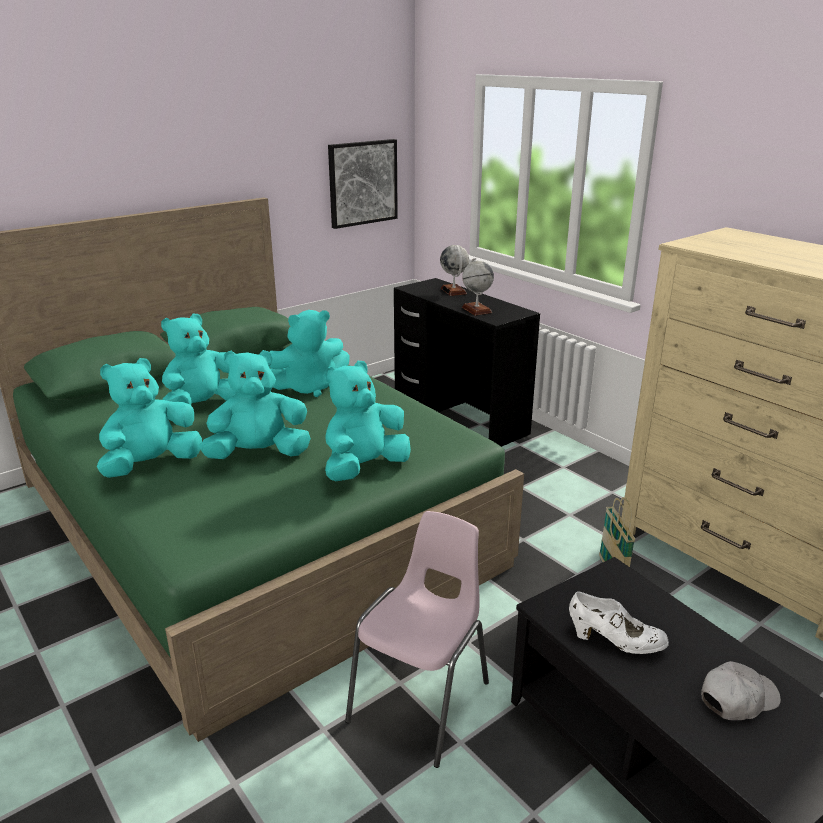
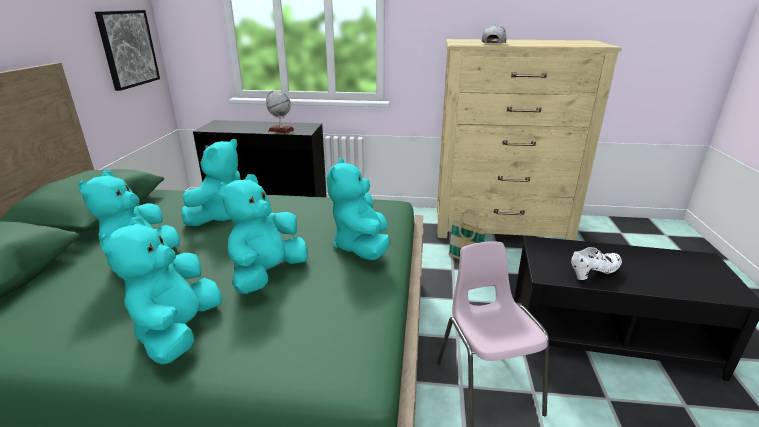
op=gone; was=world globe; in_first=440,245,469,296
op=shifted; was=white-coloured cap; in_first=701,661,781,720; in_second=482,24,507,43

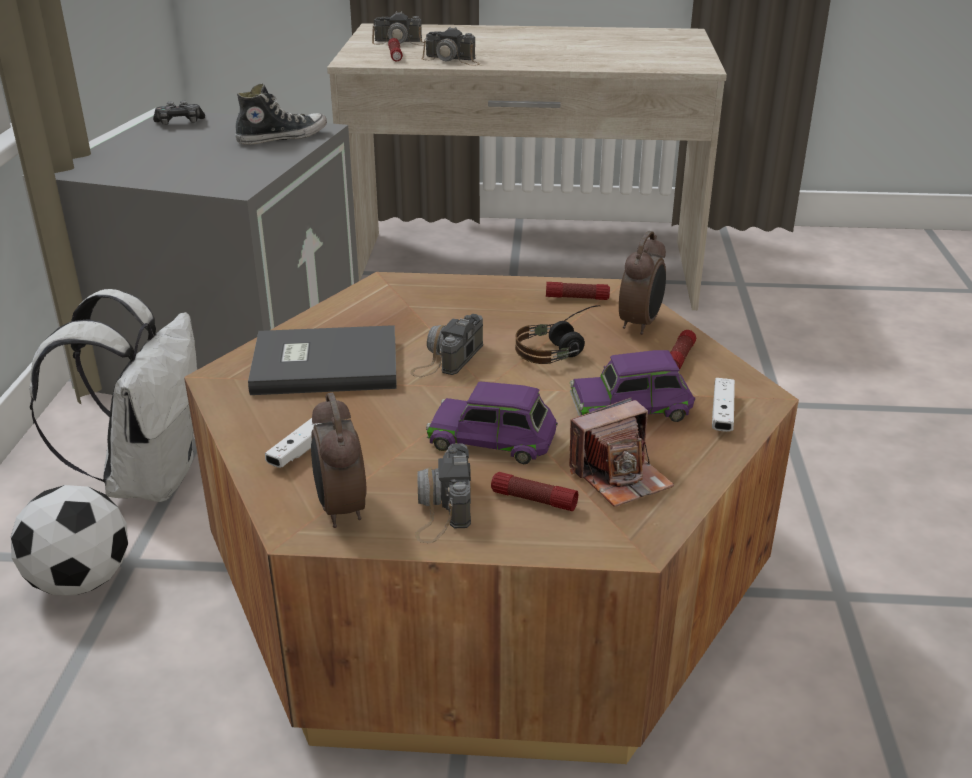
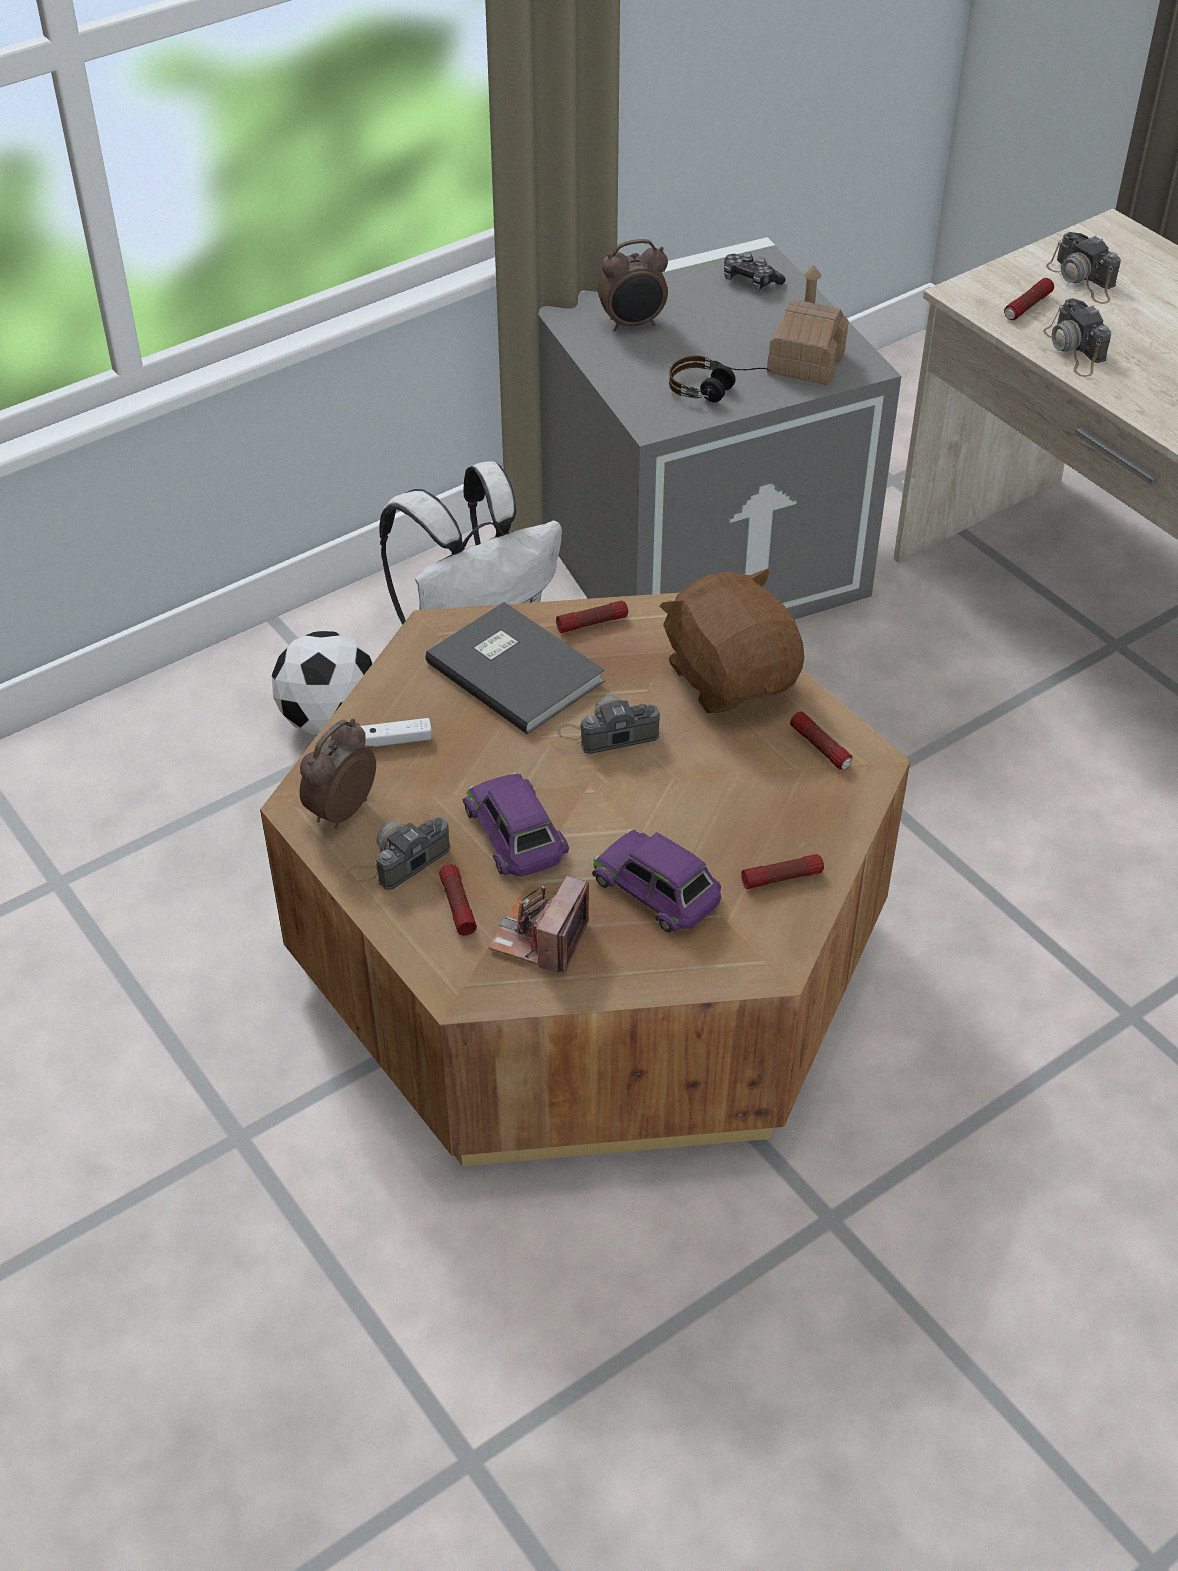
op=gone; was=white-coloured game controller; in_first=712,378,735,432
op=new; now=hand torch; in_second=556,600,628,633
op=new; now=brown plush toy; in_second=660,568,804,713
op=shifted; was=headphones; in_first=515,305,601,364; in_second=669,355,772,402
op=shifted; was=table clock; in_first=619,231,666,335; in_second=598,239,668,332
op=swapped; was=shoe; now=model house; in_first=235,83,327,144; in_second=767,265,849,385
op=rotated; was=still camera; in_first=569,398,674,507; in_second=489,875,589,974; clockwise=90

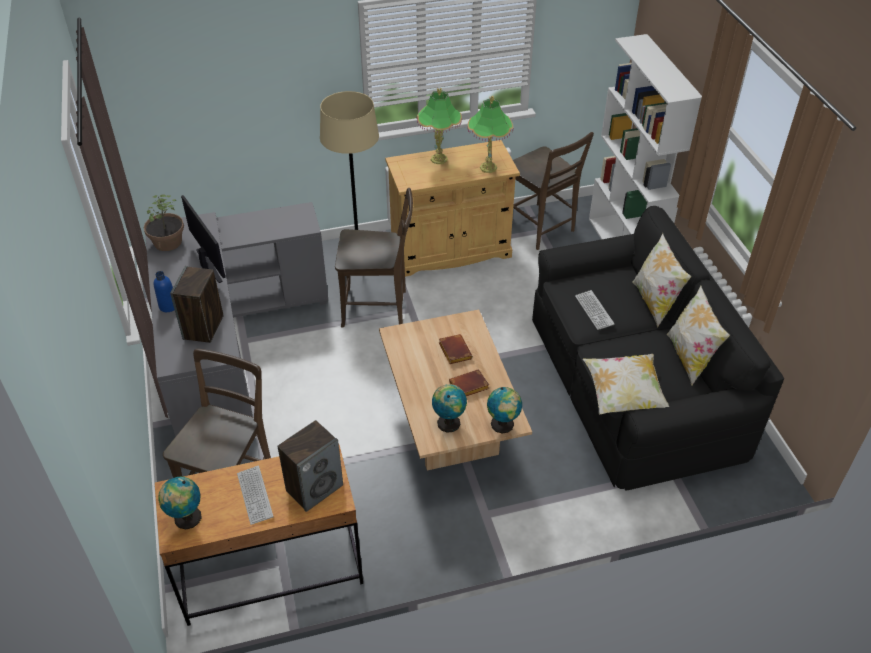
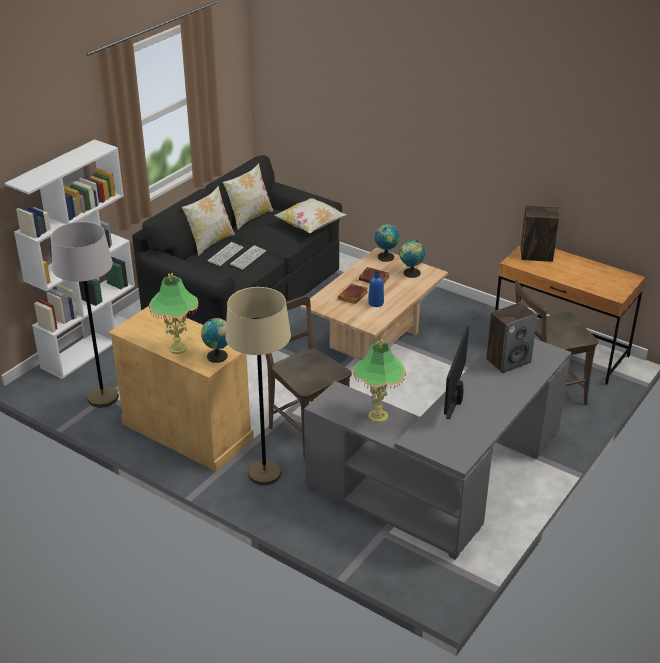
op=gone; was=plant in a pot; in_first=144,194,184,251
op=shifted; was=blue beverage bottle; in_first=154,271,175,312; in_second=368,271,384,307
op=shifted; was=world globe; in_first=158,477,202,529; in_second=201,318,228,363
op=shifted; was=PC keyboard; in_first=237,465,274,525; in_second=208,242,243,266
op=shifted; was=tabletop lamp; in_first=467,96,513,173; in_second=353,340,406,423
op=swapped; was=brown plain chair; now=gray floor lamp; in_first=513,132,594,250; in_second=51,221,119,408

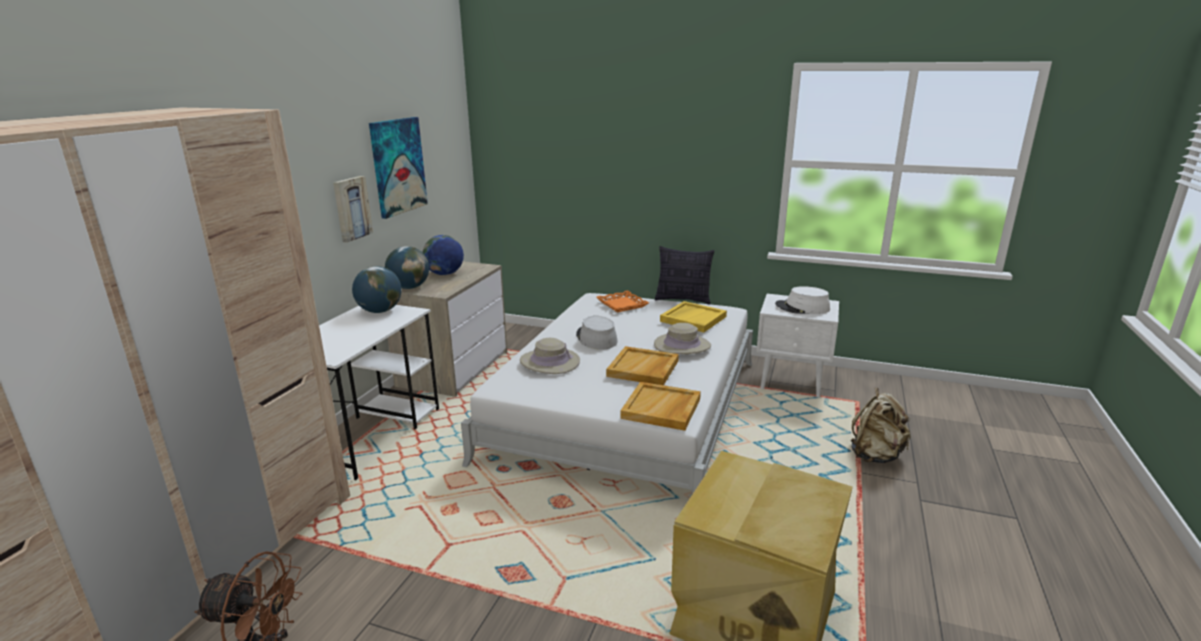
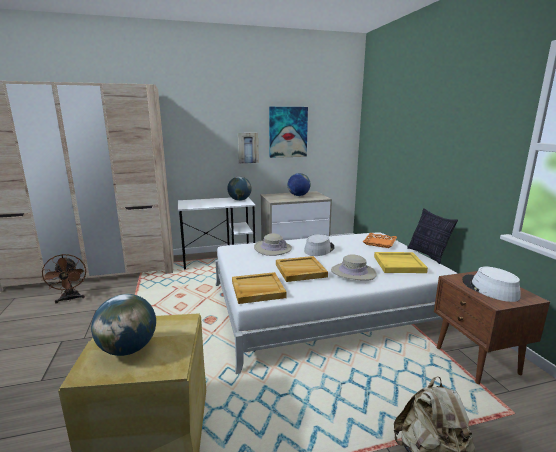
op=shifted; was=world globe; in_first=385,246,429,289; in_second=91,294,156,356
op=repainted; was=white-coloured bedside table; now=brown bedside table; in_first=756,294,839,397; in_second=434,271,550,384

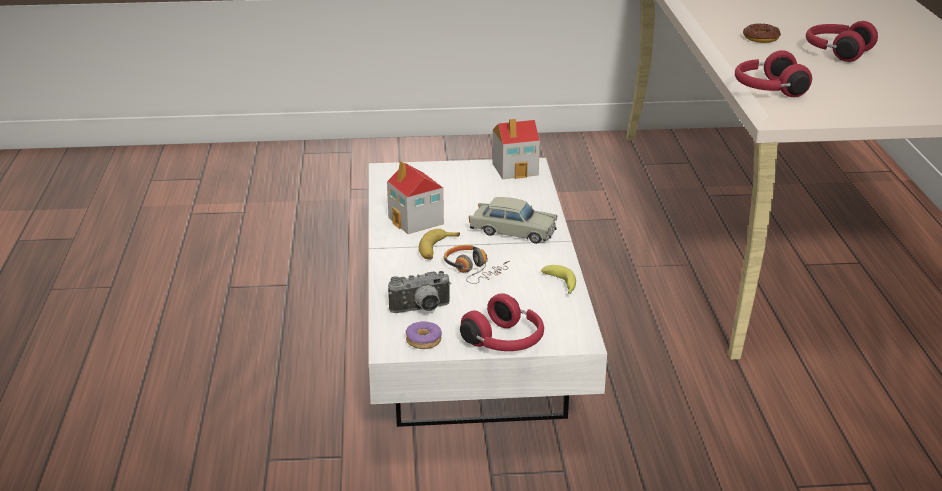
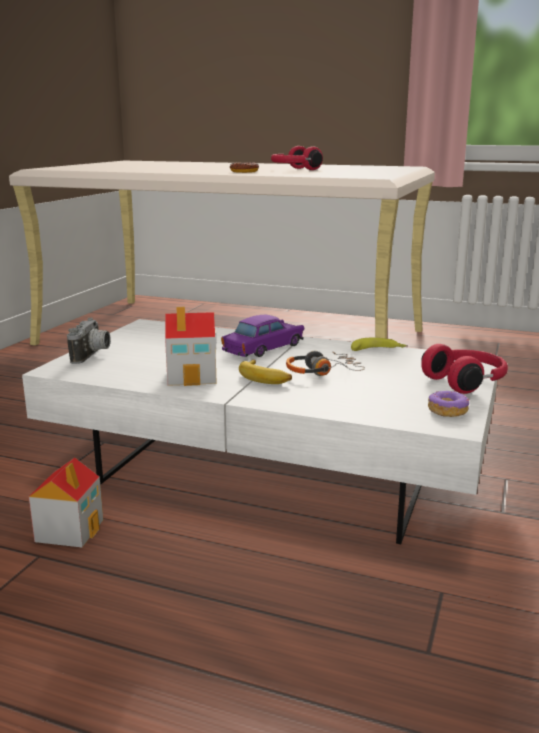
op=gone; was=reddish headphones; in_first=735,50,812,97
op=shifted; was=still camera; in_first=388,271,451,313; in_second=67,318,111,364
op=shifted; was=model house; in_first=492,119,540,179; in_second=29,458,103,548
op=repainted; was=beige-coloured miniature car; now=purplish miniature car; in_first=469,197,557,244; in_second=221,315,305,357

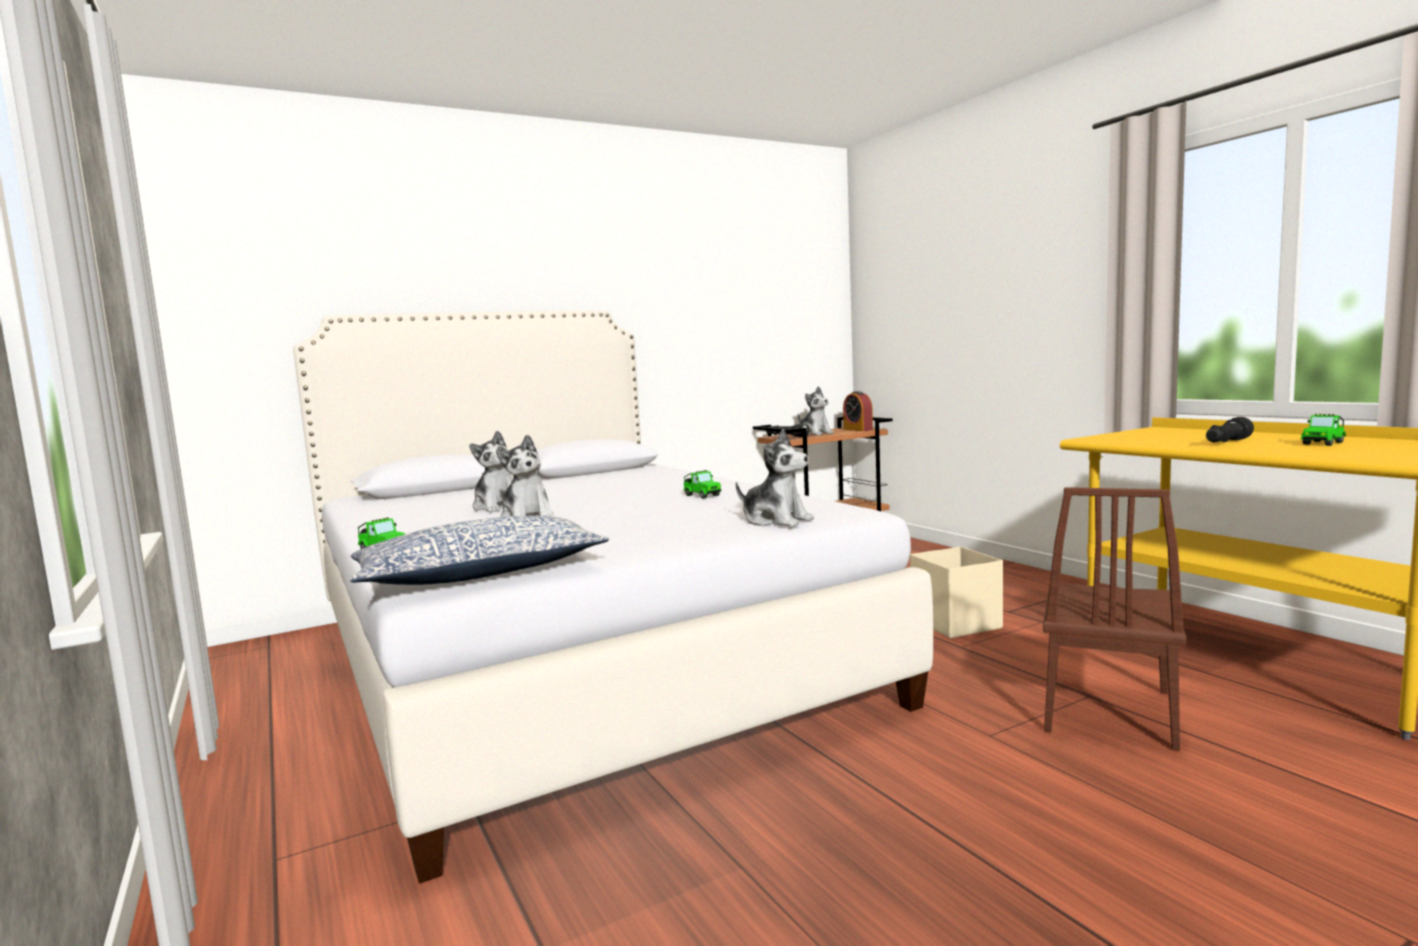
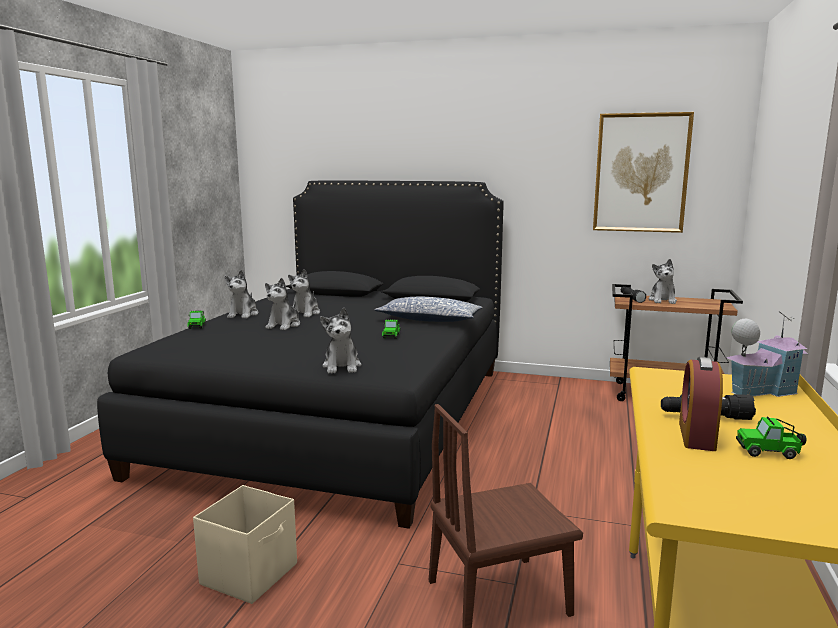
op=new; now=plush toy; in_second=225,270,259,319
op=new; now=wall art; in_second=593,112,694,233
op=new; now=model house; in_second=725,311,808,397
op=shifted; was=pillow; in_first=350,516,609,585; in_second=375,297,483,322
op=shifted; was=table clock; in_first=843,391,873,431; in_second=679,357,723,451
op=shifted; was=beige-coloured storage box; in_first=910,547,1003,638; in_second=193,485,297,604
op=repainted; was=white-coloured bed; now=blackish bed; in_first=293,311,933,884; in_second=97,180,504,529

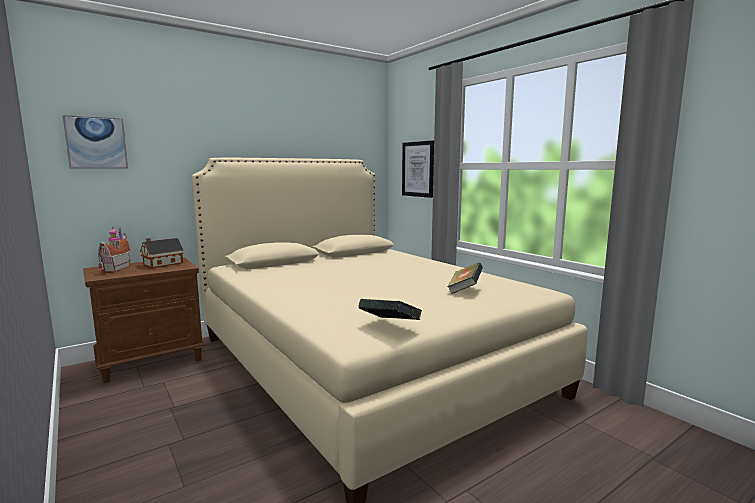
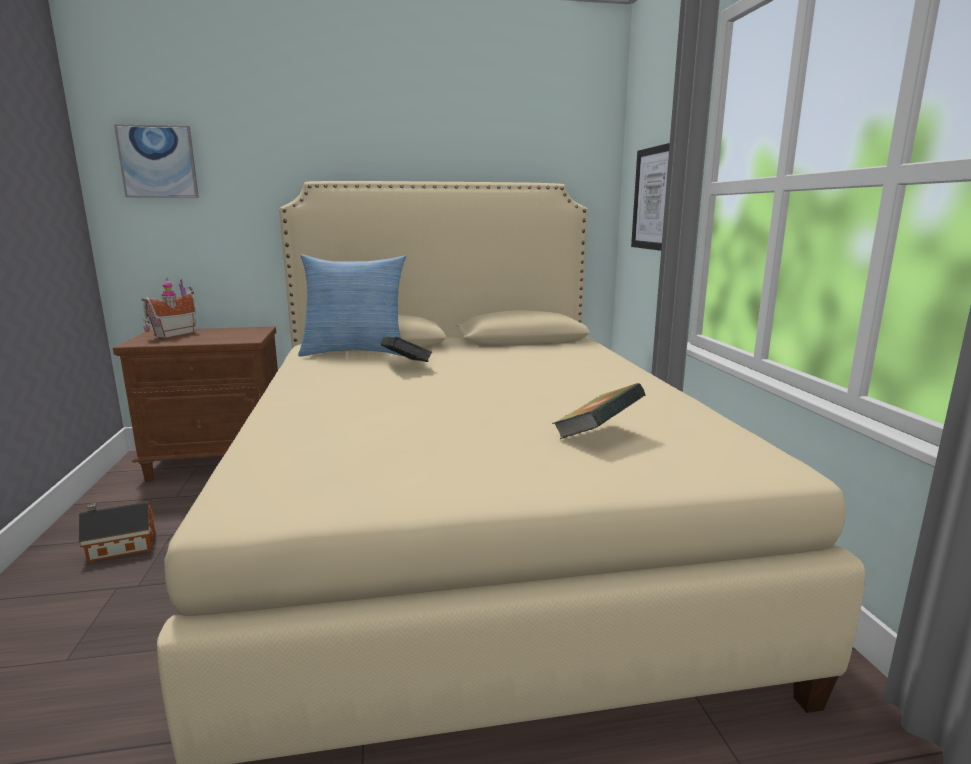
op=new; now=pillow; in_second=298,254,406,357
op=shifted; was=model house; in_first=140,238,184,268; in_second=78,501,155,562
op=shifted; was=bound book; in_first=358,299,422,320; in_second=381,336,433,362

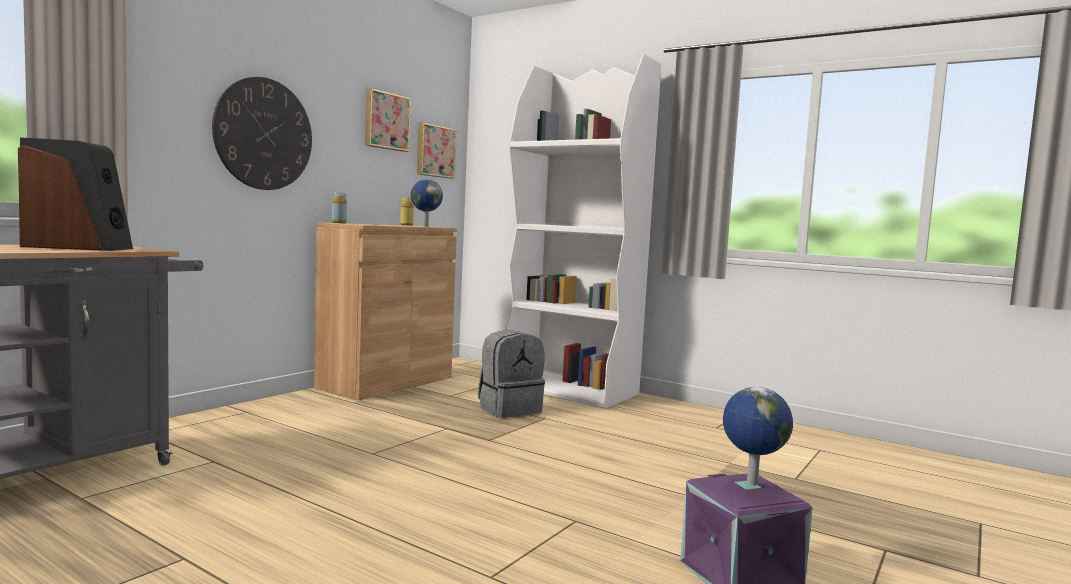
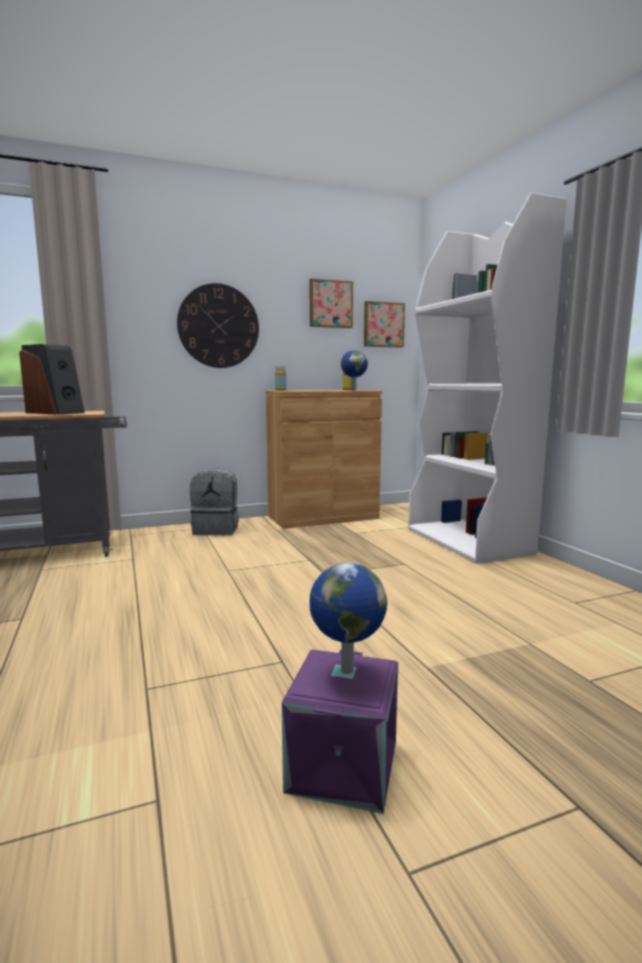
op=shifted; was=gray backpack; in_first=478,330,545,418; in_second=190,468,239,535

